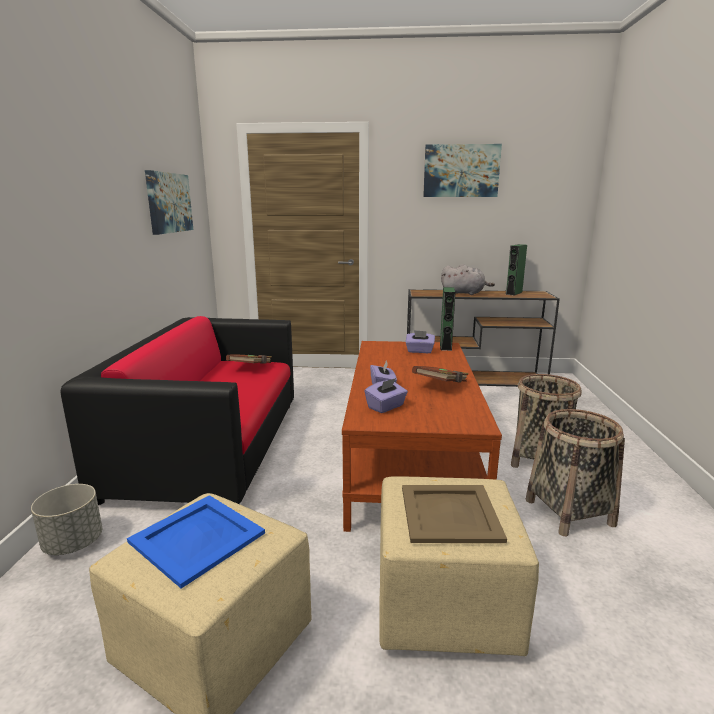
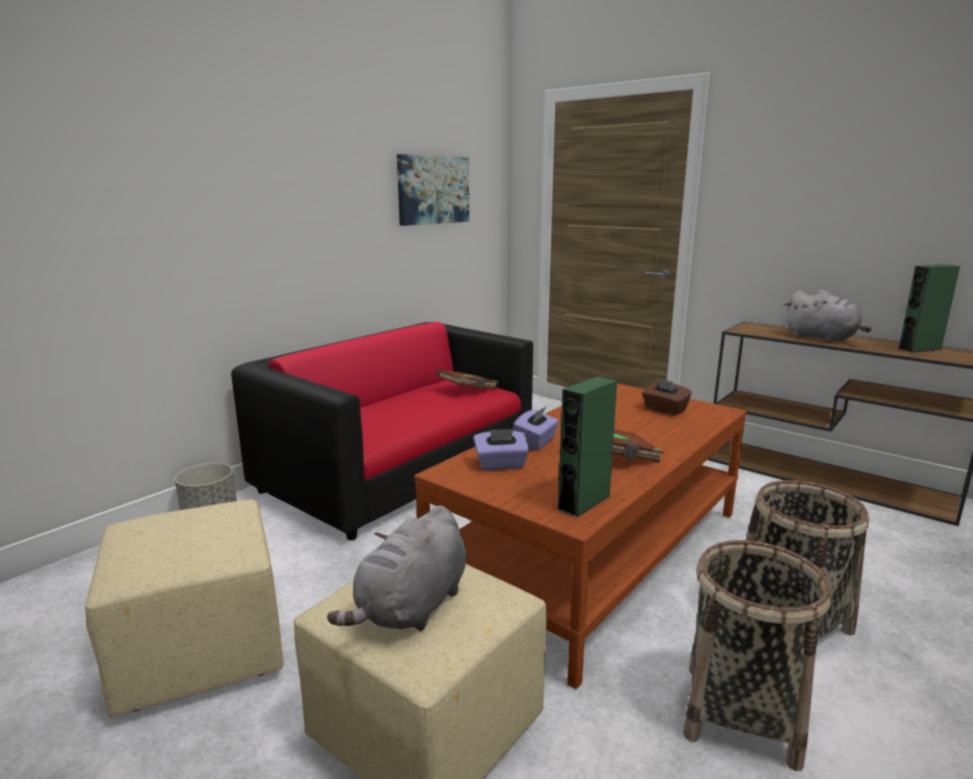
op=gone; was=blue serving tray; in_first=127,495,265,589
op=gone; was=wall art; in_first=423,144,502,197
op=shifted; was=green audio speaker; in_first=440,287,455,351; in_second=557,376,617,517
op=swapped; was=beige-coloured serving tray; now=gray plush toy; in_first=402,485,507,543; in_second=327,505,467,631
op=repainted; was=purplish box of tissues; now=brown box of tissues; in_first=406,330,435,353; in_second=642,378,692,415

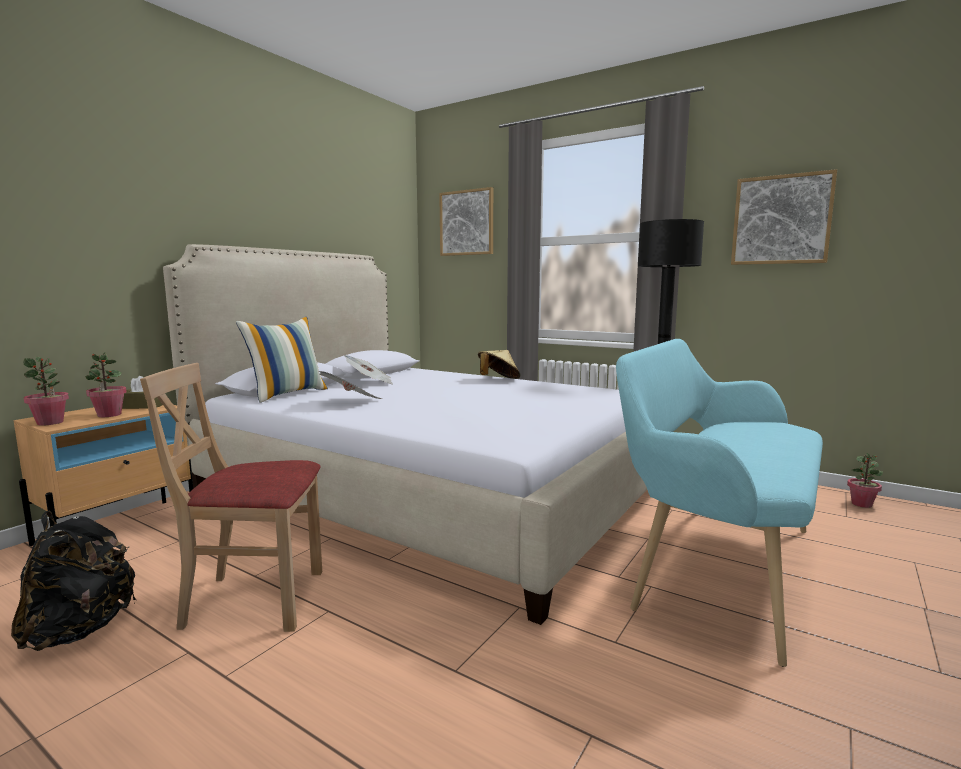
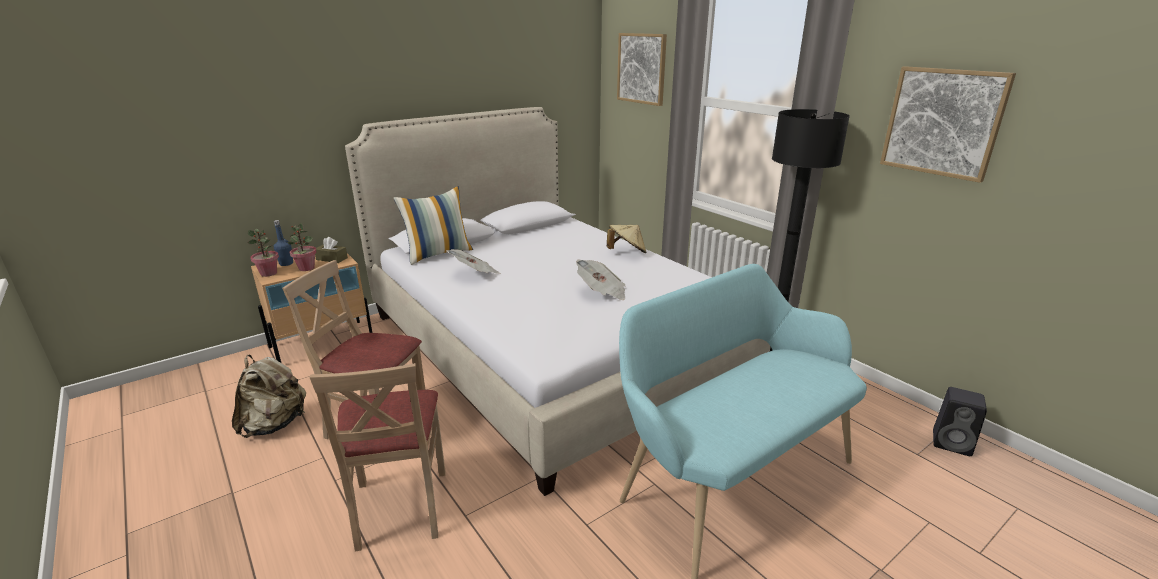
op=new; now=blue beverage bottle; in_second=274,220,293,266
op=new; now=beige-coloured plain chair; in_second=310,363,445,552
op=shifted; was=printed paper; in_first=343,355,393,384; in_second=576,259,625,300
op=swapped; was=plant in a pot; now=blackish audio speaker; in_first=847,453,883,508; in_second=933,387,987,456
op=repainted; was=blackish backpack; now=beige-coloured backpack; in_first=11,511,137,651; in_second=232,354,306,438

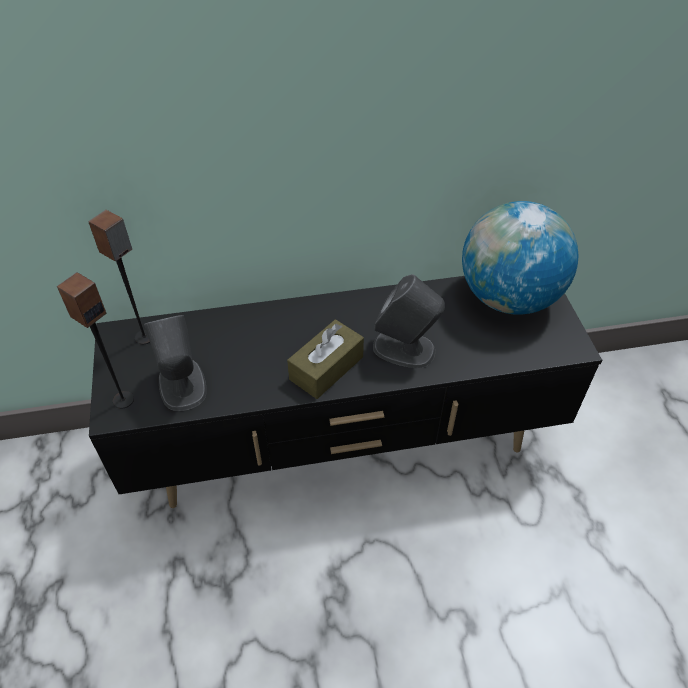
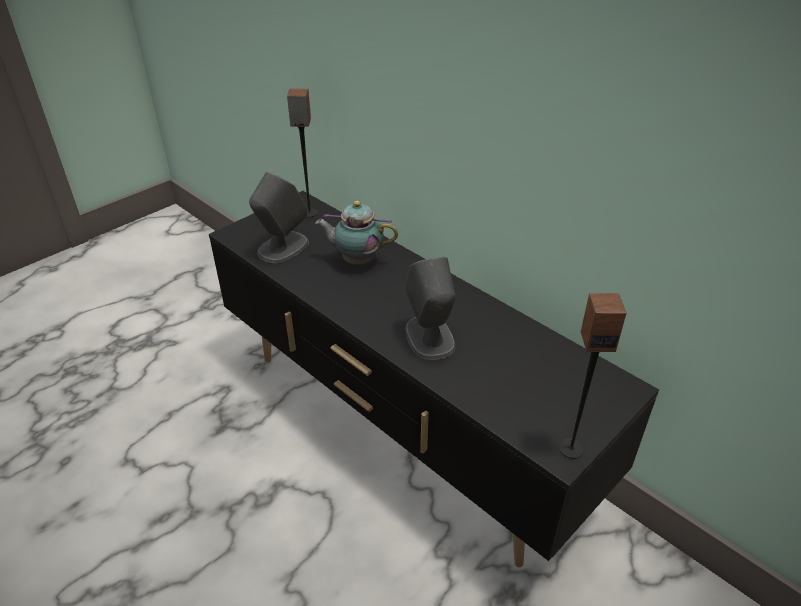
op=gone; was=brown box of tissues; in_first=287,319,364,399
op=gone; was=world globe; in_first=462,201,578,315
op=new; now=teapot; in_second=315,201,398,265
op=shifted; was=audio speaker; in_first=57,272,134,409; in_second=559,293,626,459

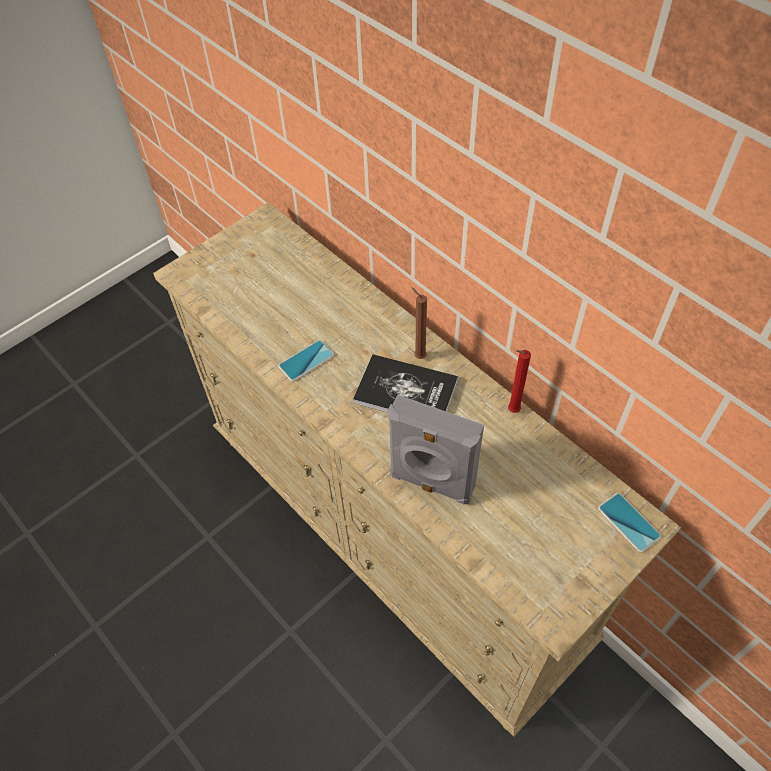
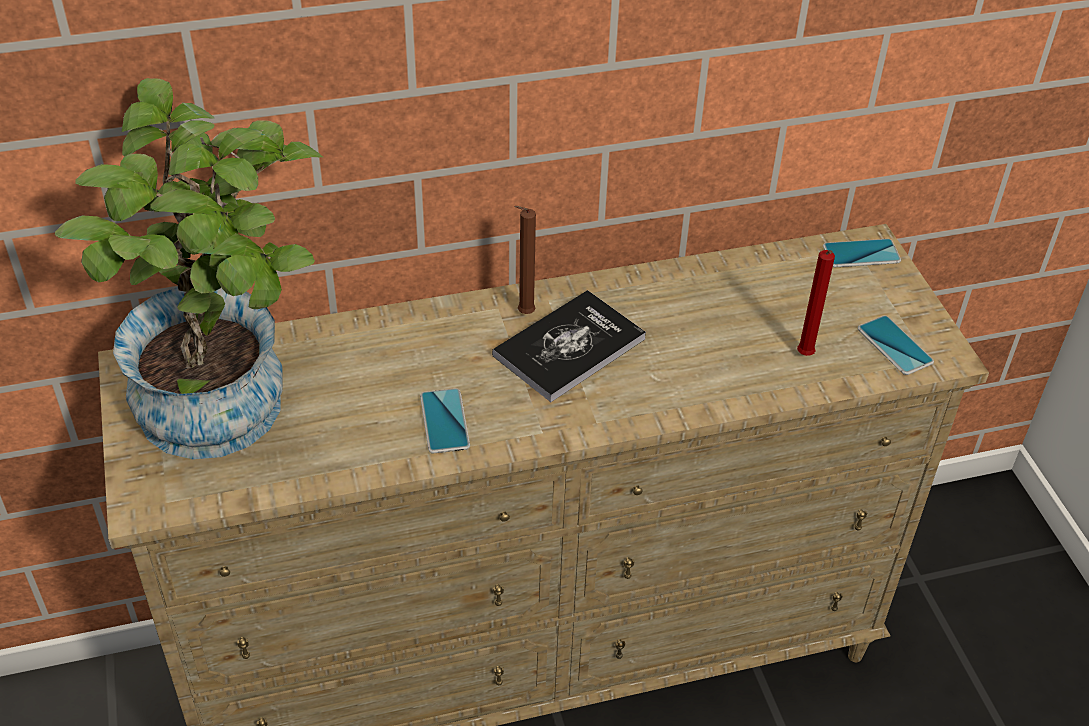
op=gone; was=gray audio speaker; in_first=387,395,484,504
op=new; now=plant in a pot; in_second=55,78,323,459
op=new; now=phone; in_second=858,315,934,375
op=shifted; was=reddish wax light; in_first=508,350,531,413; in_second=797,250,835,356

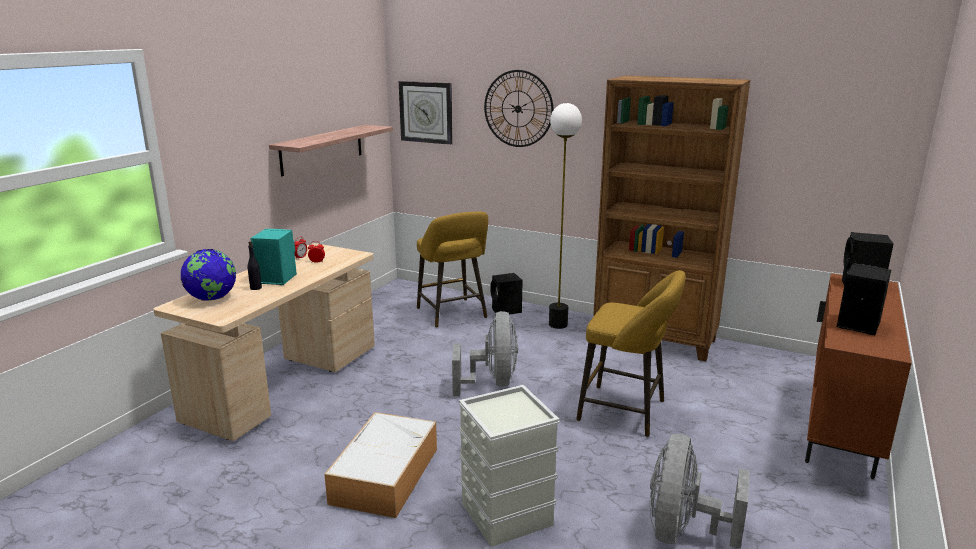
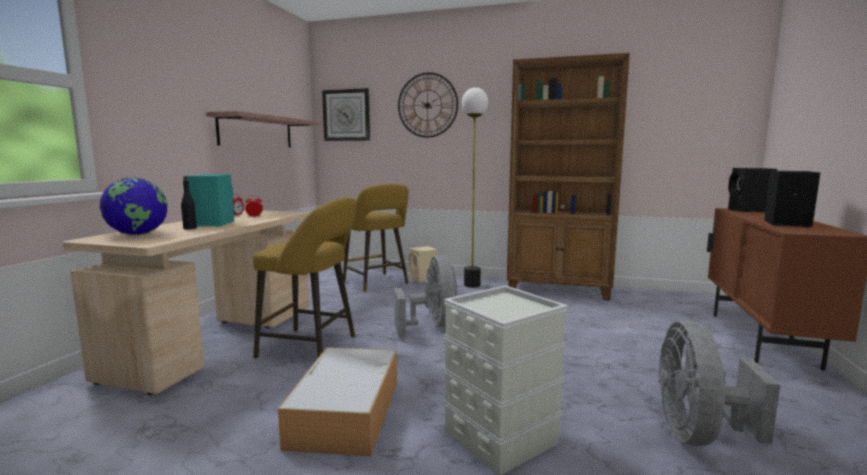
op=shifted; was=yellowish stool; in_first=576,270,686,437; in_second=253,197,356,359
op=repainted; was=blackish audio speaker; now=beige-coloured audio speaker; in_first=491,273,522,315; in_second=409,246,437,282

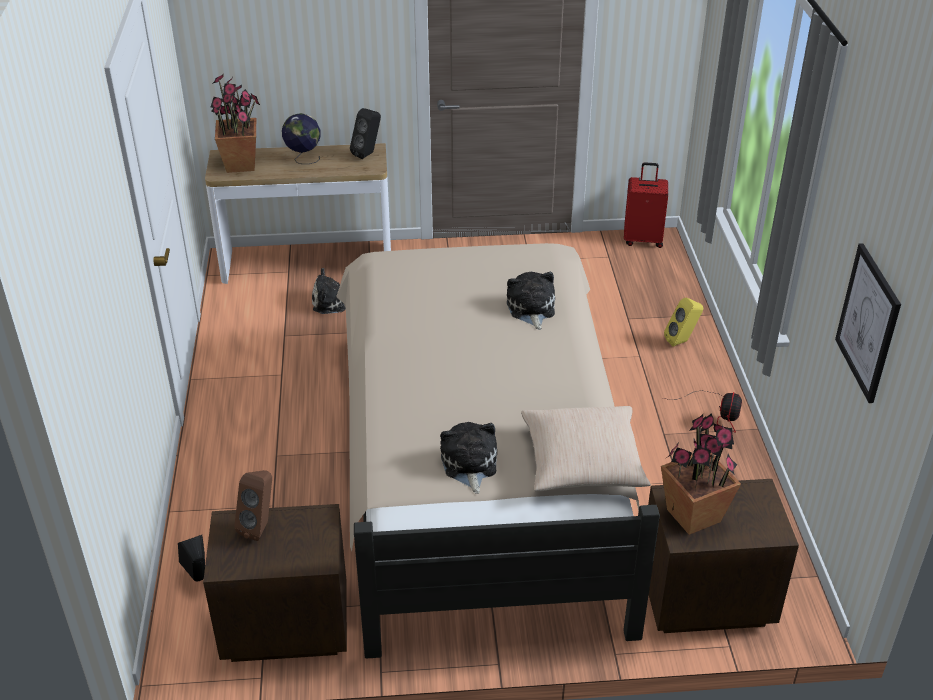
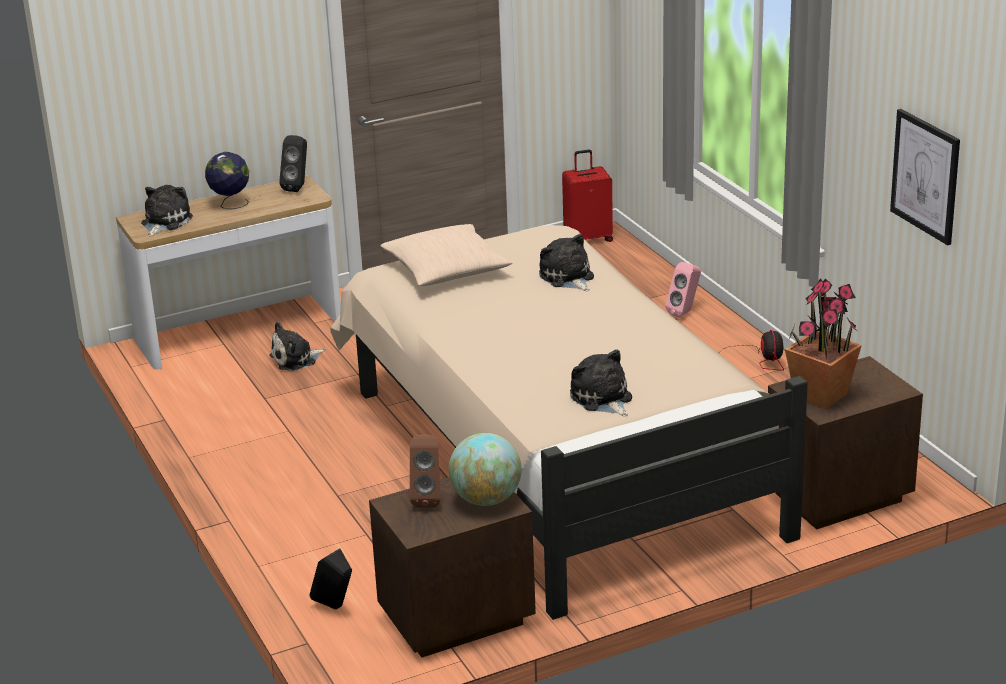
op=new; now=world globe; in_second=449,433,522,506
op=shifted; was=beige-coloured pillow; in_first=521,406,651,491; in_second=380,224,512,286
op=swapped; was=plant in a pot; now=plush toy; in_first=211,74,261,173; in_second=141,185,193,237
op=repainted; was=yellowish audio speaker; now=pink audio speaker; in_first=664,297,703,347; in_second=665,262,701,318

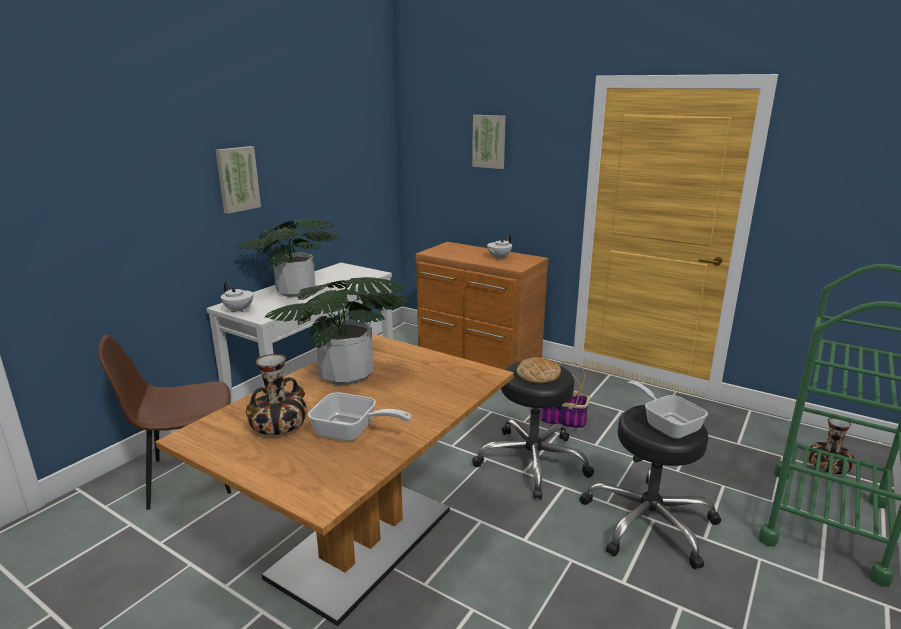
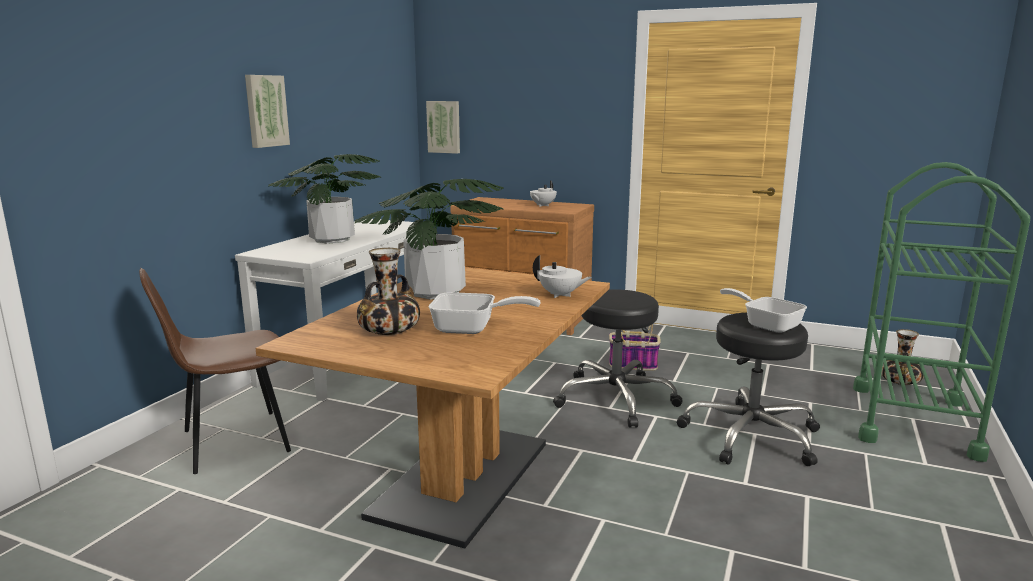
op=gone; was=bread; in_first=517,357,561,384
op=shifted; was=white-coloured teapot; in_first=221,281,253,313; in_second=533,255,592,298
op=shifted; was=wall art; in_first=472,115,506,169; in_second=426,101,460,154

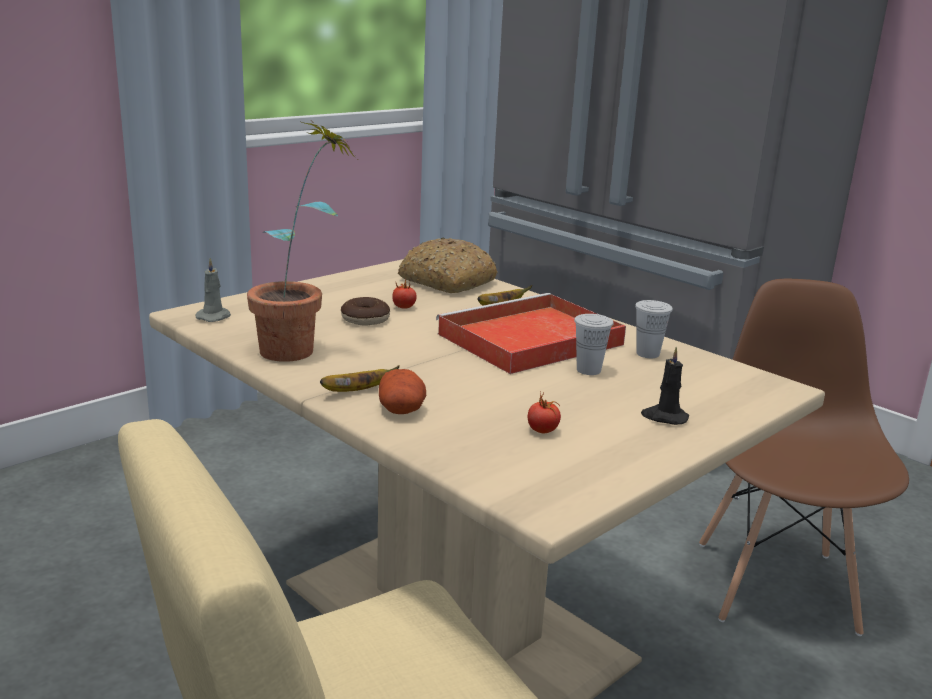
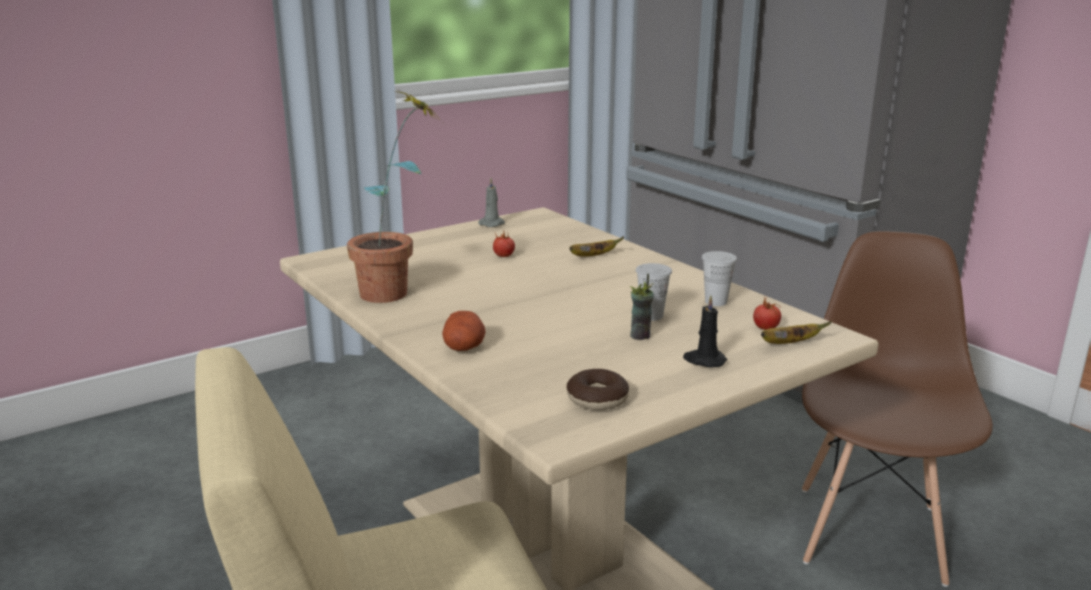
op=gone; was=bread; in_first=398,237,498,293
op=gone; was=reddish serving tray; in_first=436,293,626,374
op=new; now=small cup; in_second=630,274,654,340
op=shifted; was=gray wax light; in_first=195,258,231,322; in_second=478,178,505,227
op=shifted; was=banana fruit; in_first=320,365,400,392; in_second=761,321,832,344
op=shifted; was=ring doughnut; in_first=341,297,390,326; in_second=567,369,629,410
op=shifted; was=tomato; in_first=528,391,561,433; in_second=753,295,781,330

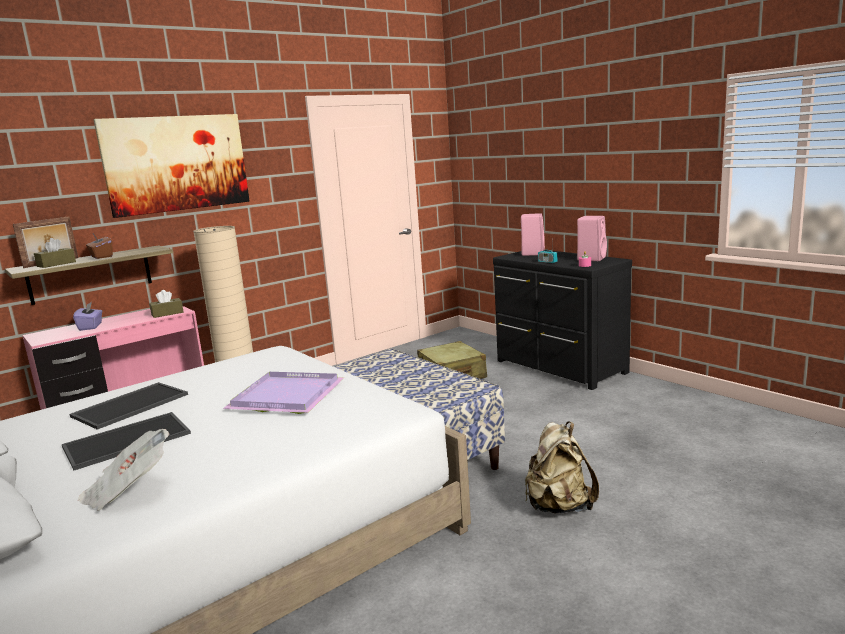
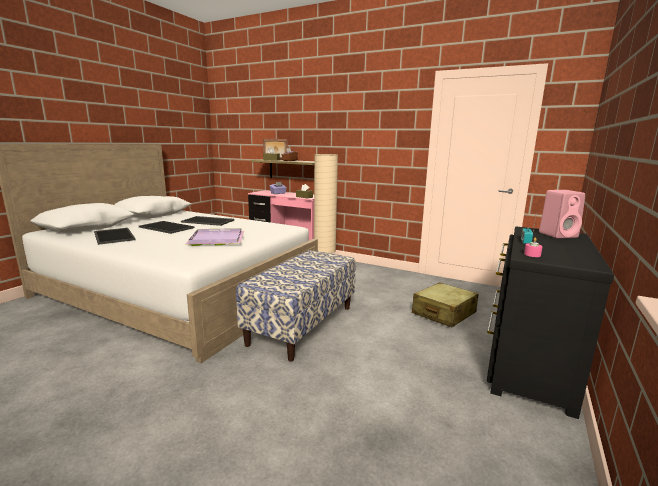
op=gone; was=wall art; in_first=93,114,250,218
op=gone; was=beige-coloured backpack; in_first=525,421,599,514
op=gone; was=pink audio speaker; in_first=577,216,607,261
op=swapped; was=printed paper; now=serving tray; in_first=78,429,170,511; in_second=94,228,135,245

